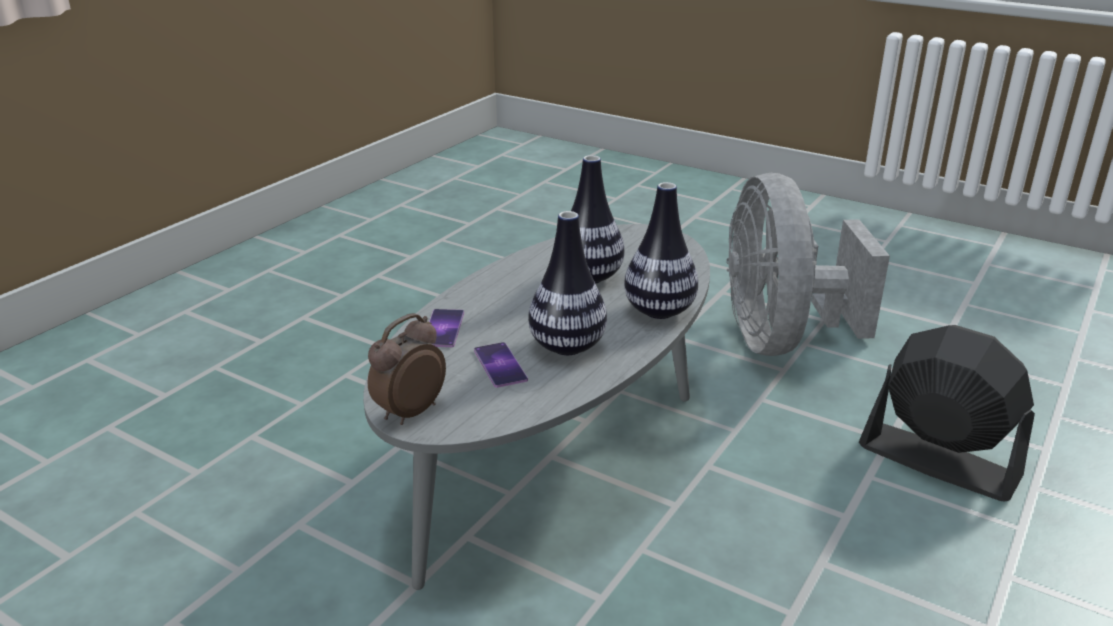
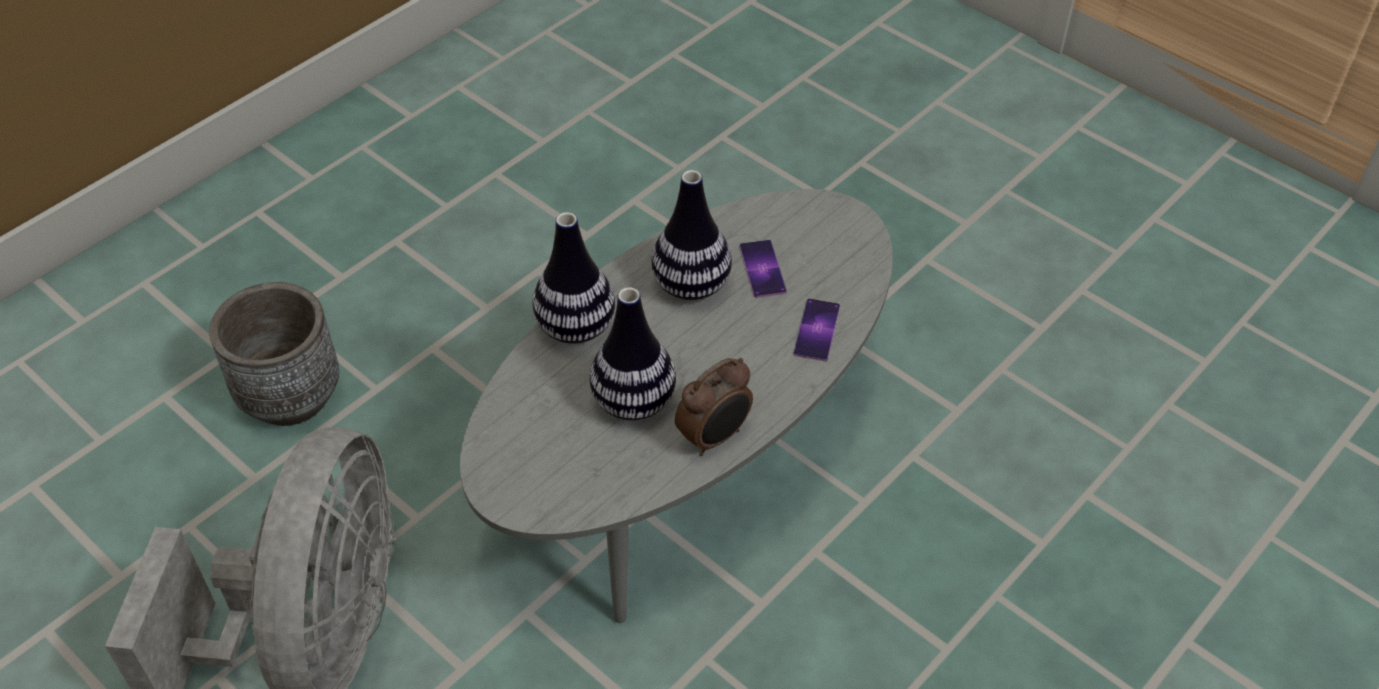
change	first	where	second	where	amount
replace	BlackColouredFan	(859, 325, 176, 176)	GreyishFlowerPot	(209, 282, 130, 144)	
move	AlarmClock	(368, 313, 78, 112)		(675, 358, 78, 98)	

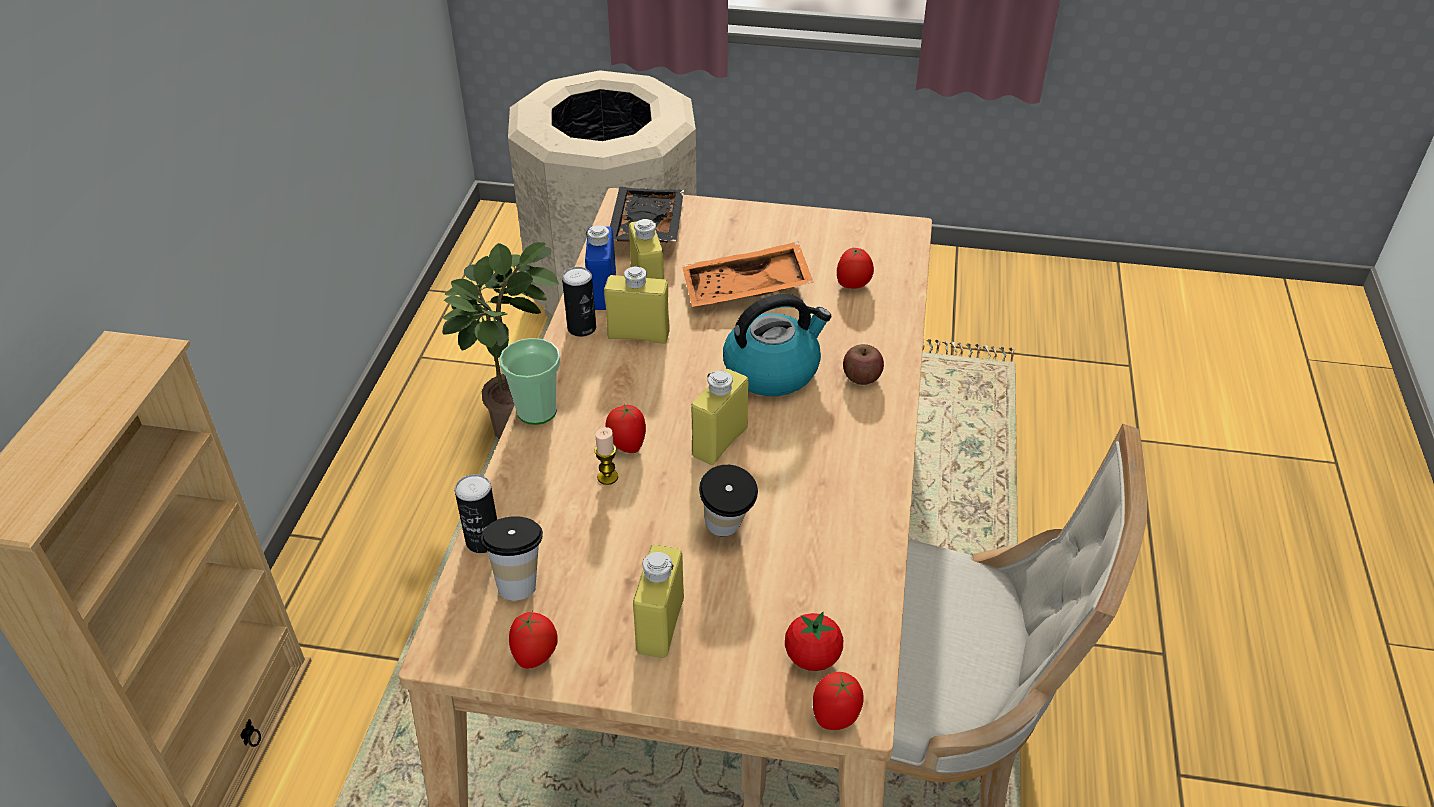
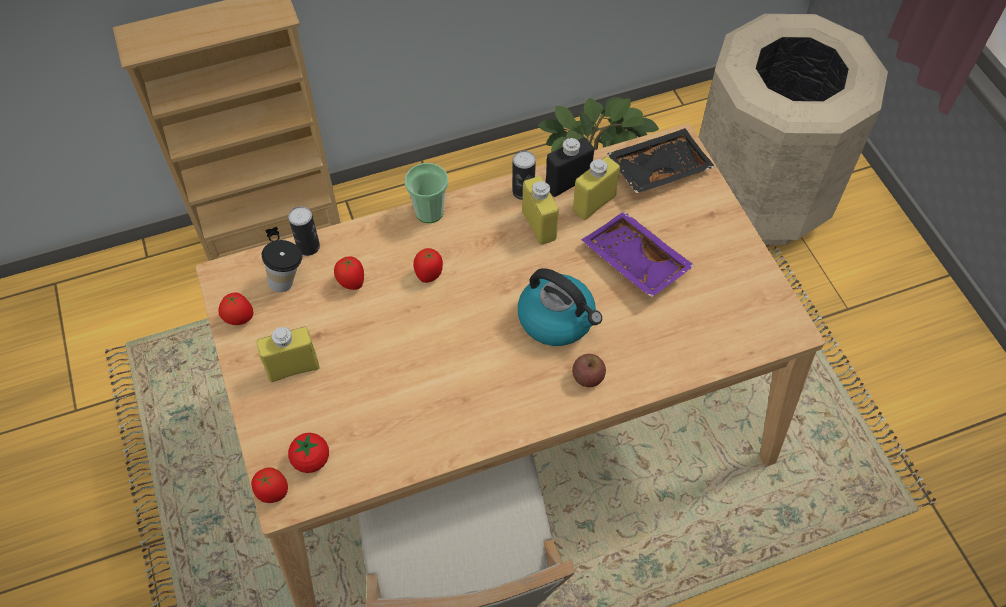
change	first	where	second	where	amount
move	Tomato	(837, 247, 37, 41)		(334, 256, 30, 34)	
recolor	BlueColouredDrinkBottle	(585, 225, 31, 85)	BlackColouredDrinkBottle	(546, 137, 48, 60)	
recolor	OrangeyCarryingTray	(682, 242, 132, 65)	PurpleColouredCarryingTray	(581, 211, 114, 87)	
delete	Candle	(595, 427, 23, 58)			
delete	YellowColouredDrinkBottle	(691, 369, 58, 96)			
delete	Cup	(699, 465, 59, 71)			

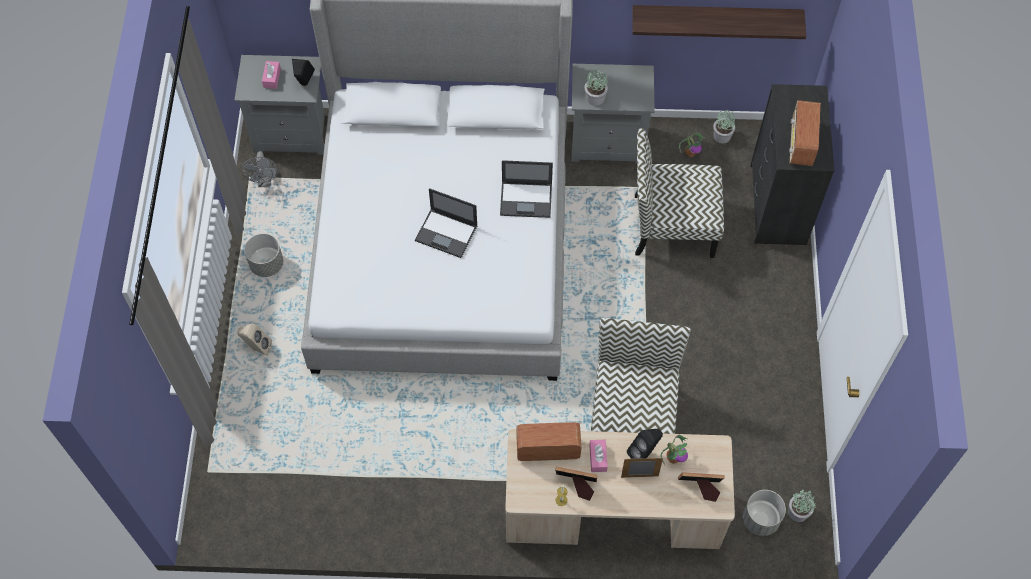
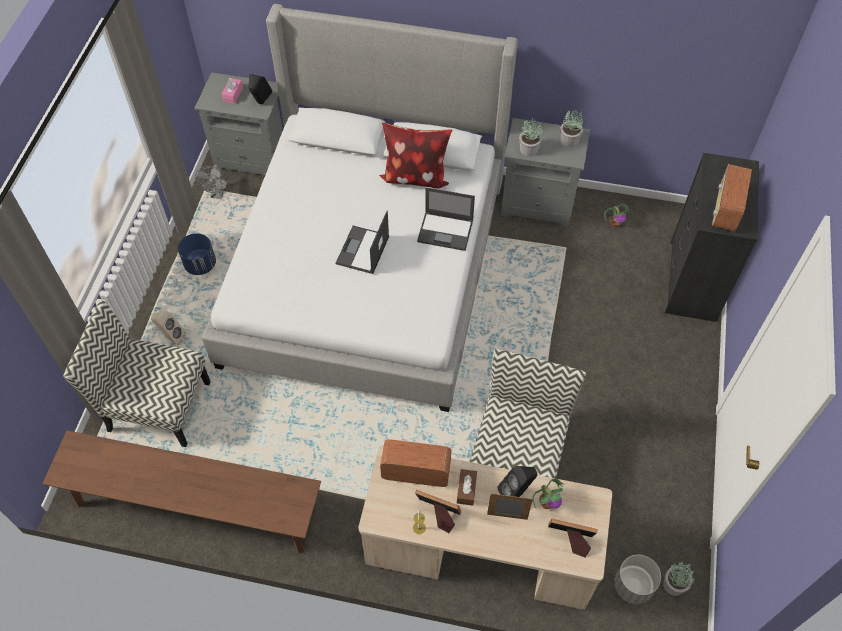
change	first	where	second	where	amount
insert			BrownColouredBench	(42, 430, 279, 123)	
move	PlainChair	(635, 128, 89, 130)		(63, 300, 148, 147)	
recolor	GreyishFlowerPot	(244, 233, 39, 44)	BlueColouredFlowerPot	(178, 233, 38, 42)	
rotate	Laptop	(415, 188, 63, 70)		(336, 211, 53, 63)	75 degrees clockwise
insert			Pillow	(379, 123, 73, 65)	
recolor	PinkishTissueBox	(589, 440, 19, 32)	BrownColouredTissueBox	(457, 469, 20, 37)	
move	PlantInAPot	(713, 110, 22, 33)		(561, 110, 22, 37)	
delete	Shelf	(632, 5, 174, 34)			

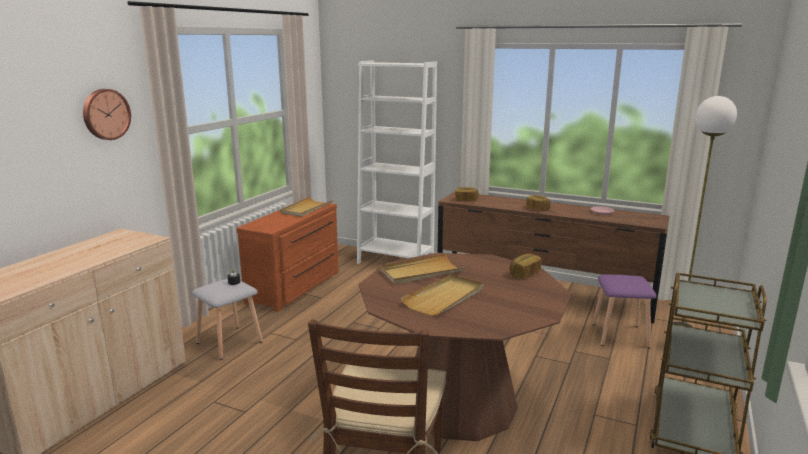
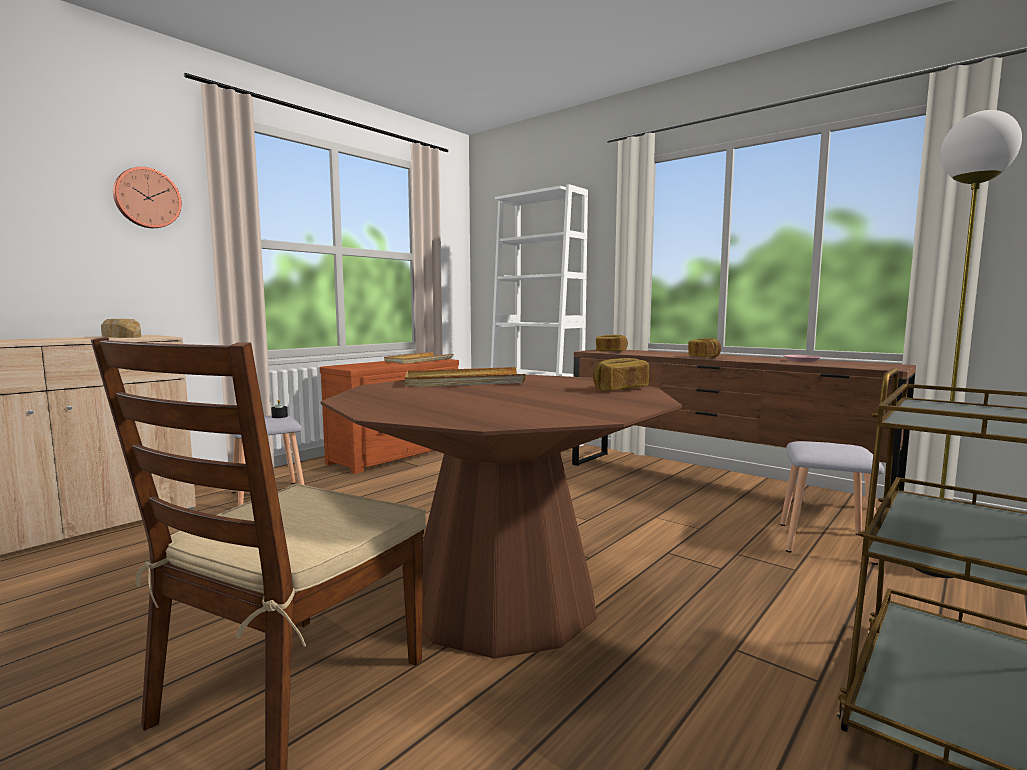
change	first	where	second	where	amount
insert			BakeryBread	(101, 319, 40, 19)	
recolor	PurpleColouredStoolSeat	(592, 275, 65, 74)	GreyishStoolSeat	(780, 441, 104, 124)	
delete	SandColouredCarryingTray	(401, 274, 82, 42)			

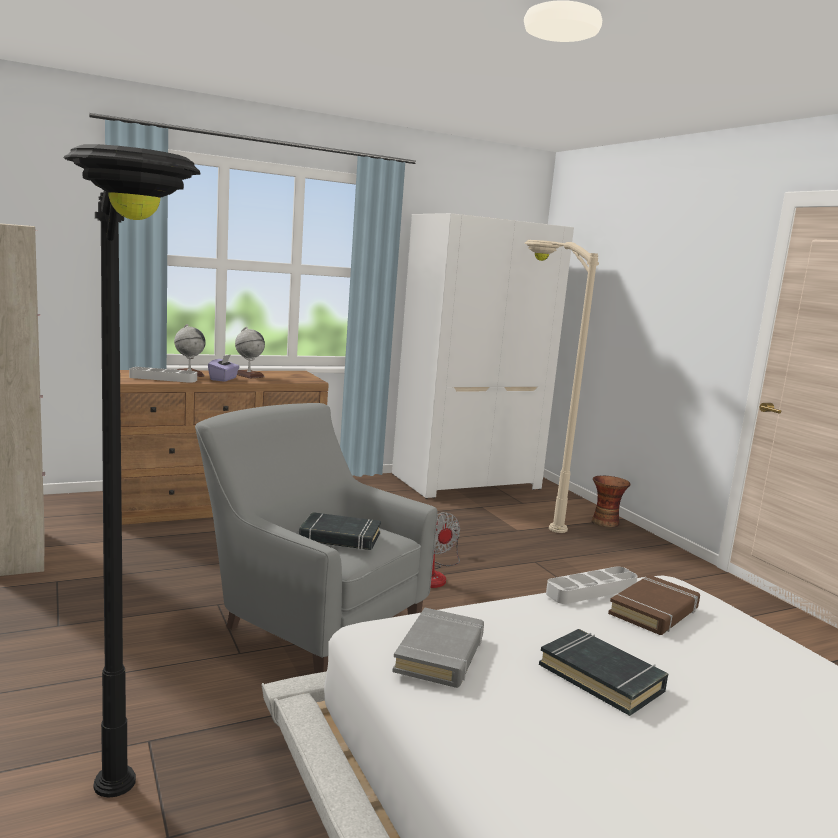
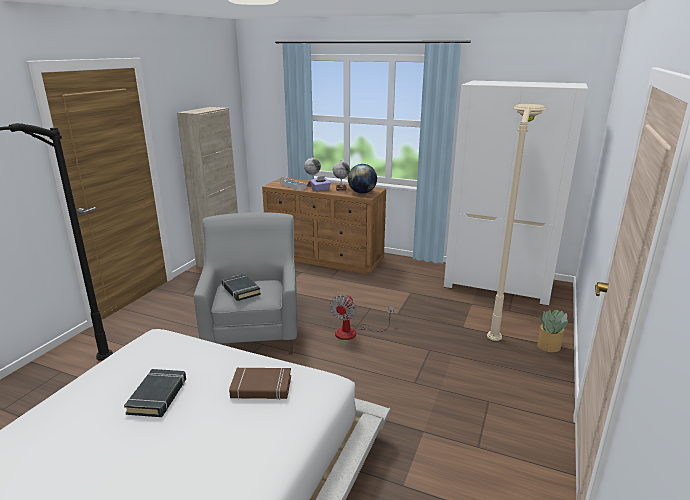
change	first	where	second	where	amount
insert			Globe	(348, 164, 29, 30)	
replace	DecorativeVase	(592, 476, 39, 52)	PlantInAPot	(537, 309, 31, 43)	
delete	GreyishBook	(392, 608, 92, 80)			
delete	GreyishCarryingTray	(546, 566, 92, 38)			

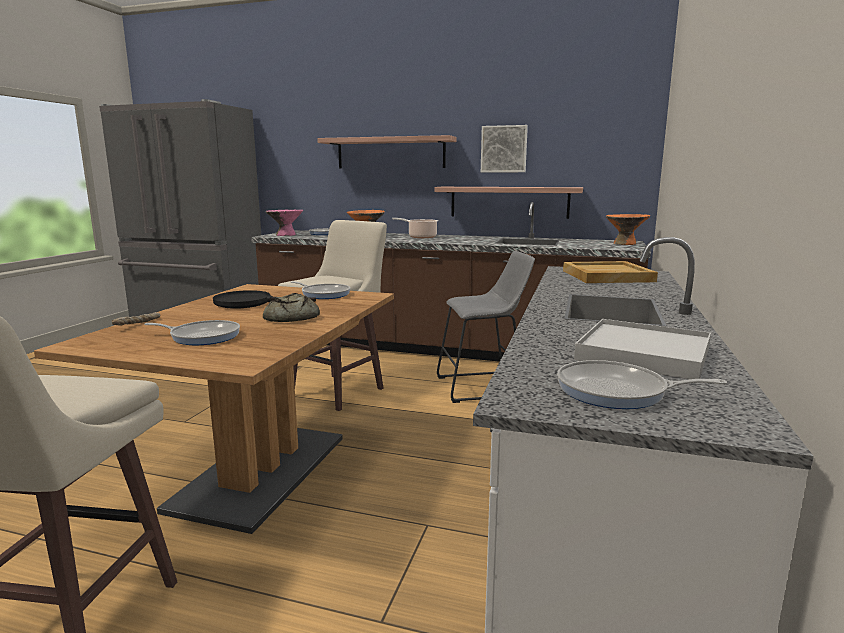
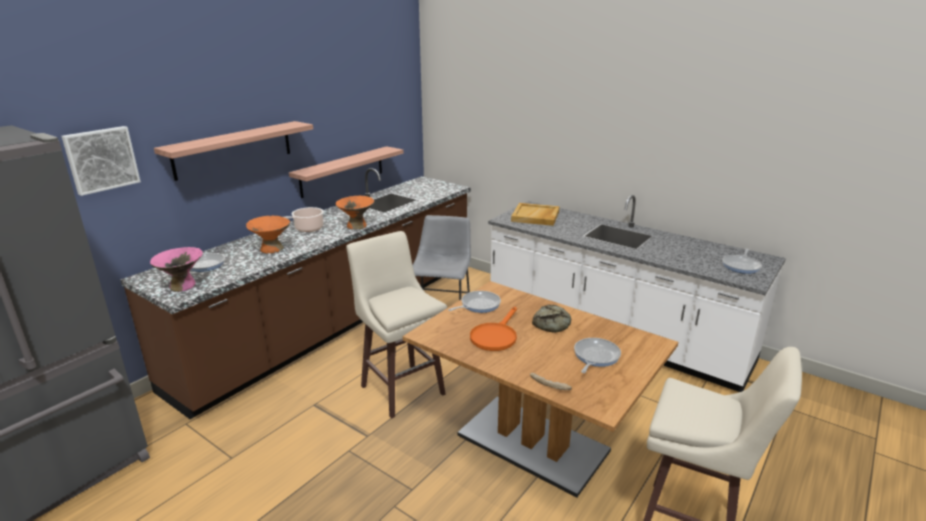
change	first	where	second	where	amount
move	WallPicture	(481, 125, 47, 47)		(61, 126, 80, 70)	
move	OrangeyServingBowl	(606, 214, 44, 31)		(336, 196, 38, 34)	
recolor	BlackColouredPan	(213, 290, 103, 19)	OrangeyPan	(470, 307, 47, 44)	
delete	WhiteCarryingTray	(574, 319, 137, 60)			

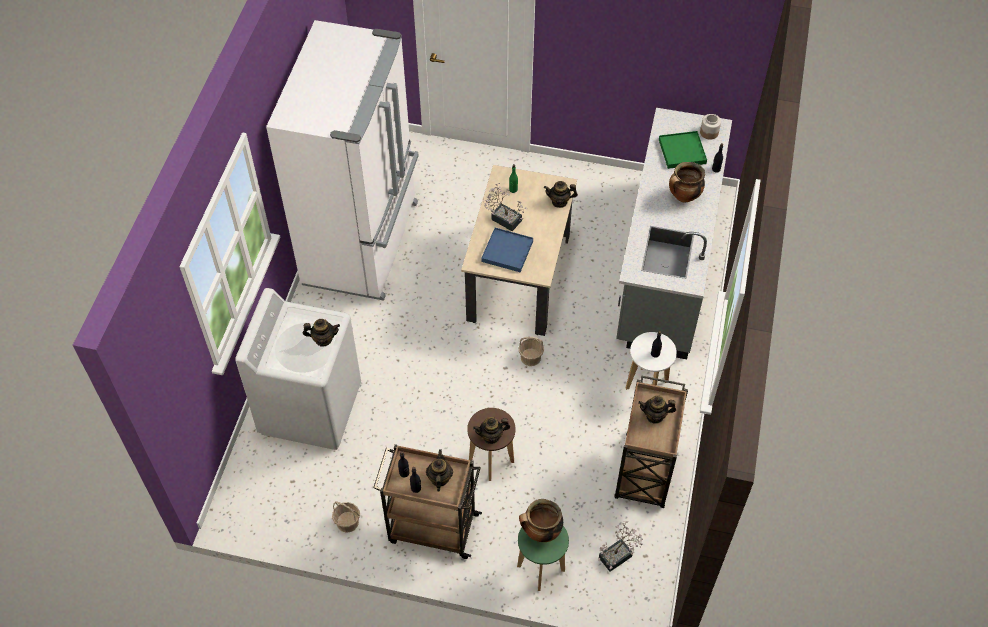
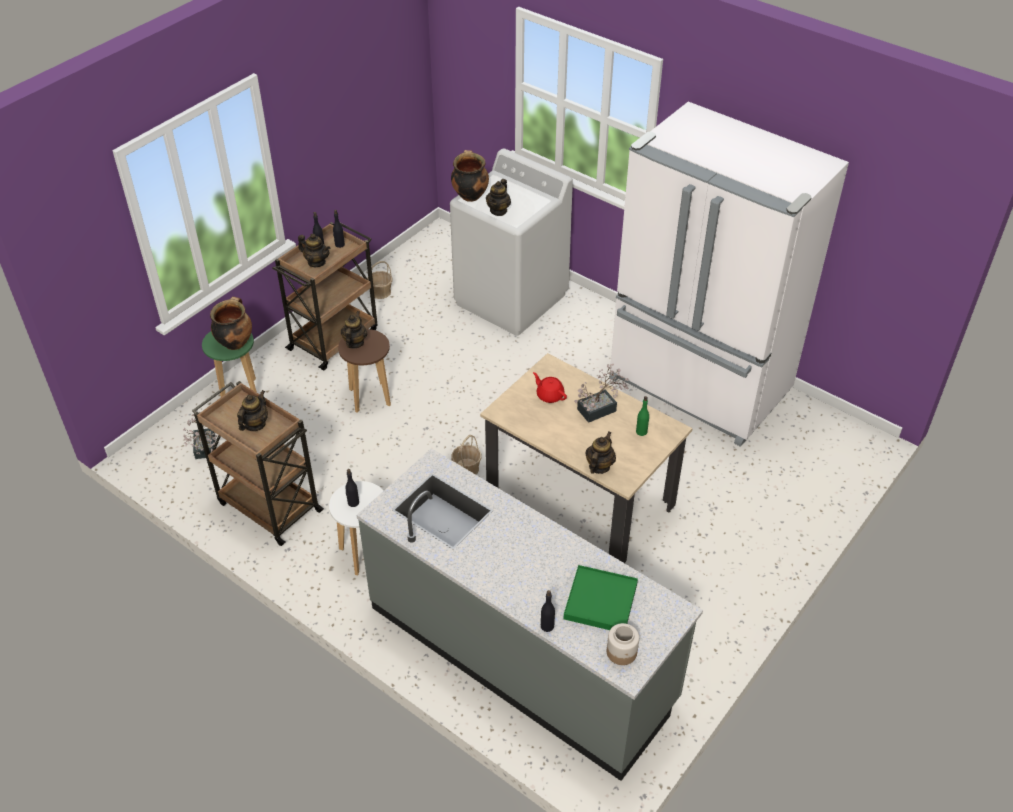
change	first	where	second	where	amount
move	CookingPot	(669, 162, 36, 40)		(451, 150, 38, 52)	
replace	BlueColouredCarryingTray	(481, 228, 52, 44)	RedTeapot	(533, 372, 34, 31)	

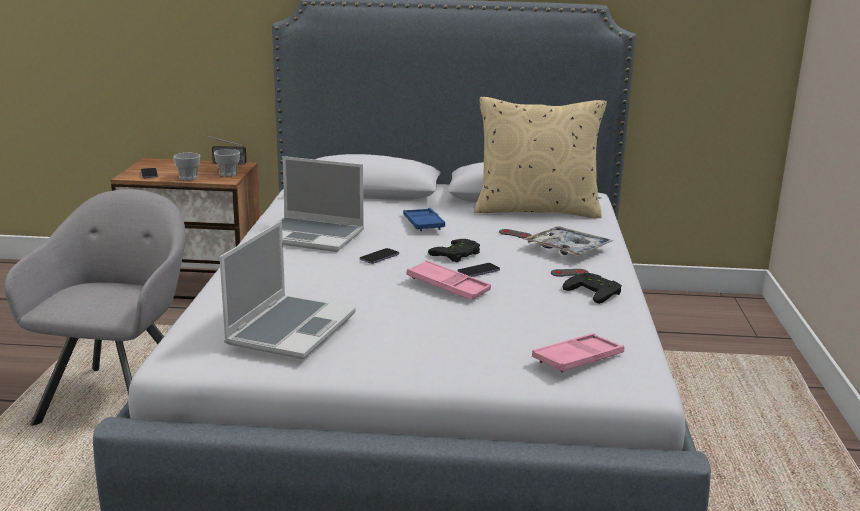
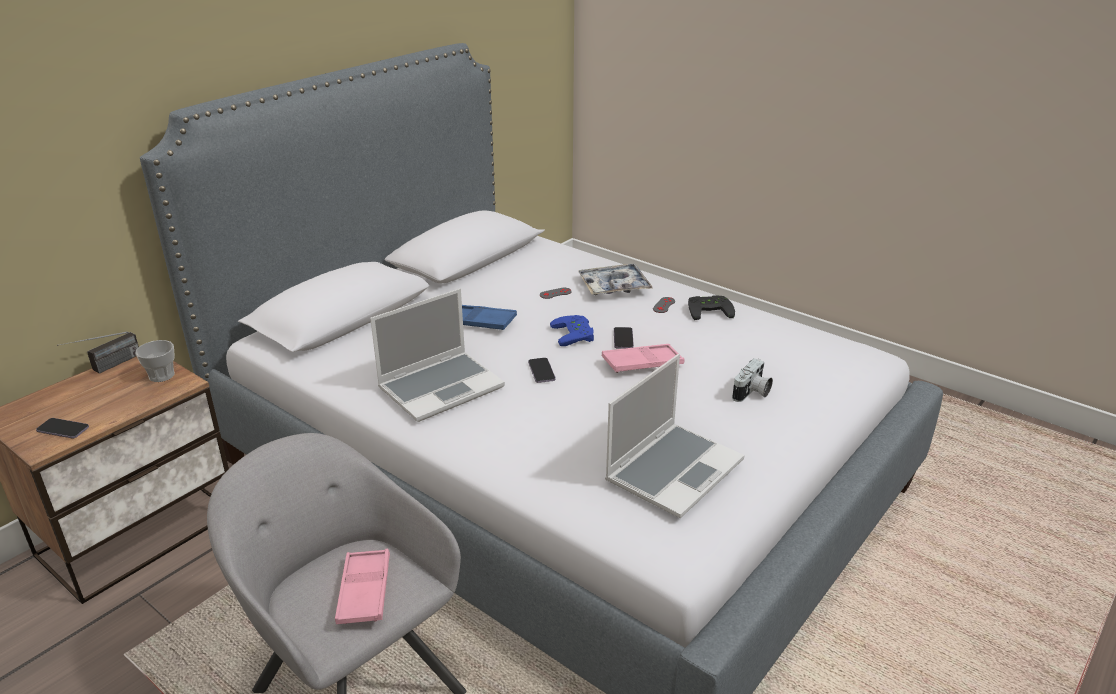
change	first	where	second	where	amount
move	PinkishCarryingTray	(532, 333, 92, 40)		(335, 549, 55, 75)	
recolor	BlackColouredGamepad	(428, 239, 52, 23)	BlueColouredGamepad	(550, 315, 44, 31)	
rotate	Laptop	(219, 221, 137, 138)		(605, 354, 139, 164)	75 degrees clockwise
insert			PhotoCamera	(732, 358, 41, 44)	
delete	Cup	(173, 153, 27, 28)			
delete	SandColouredPillow	(474, 97, 133, 121)			

